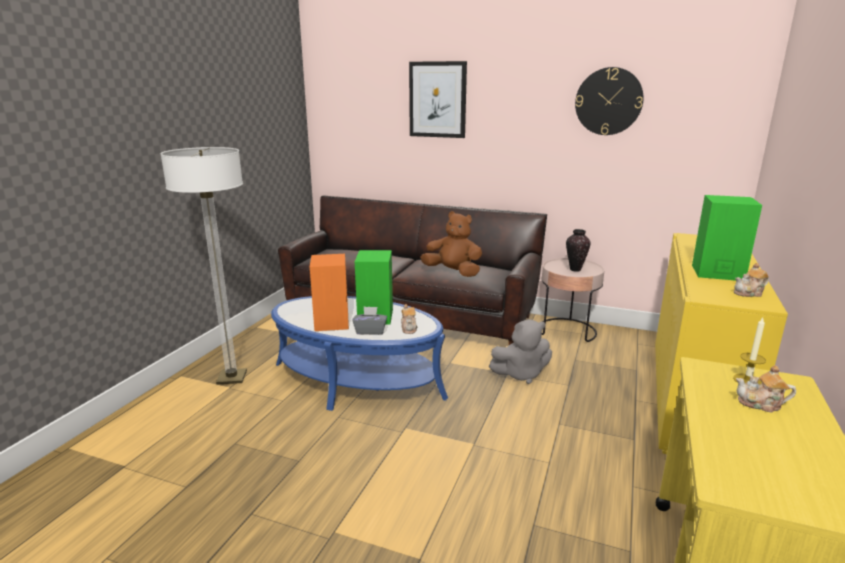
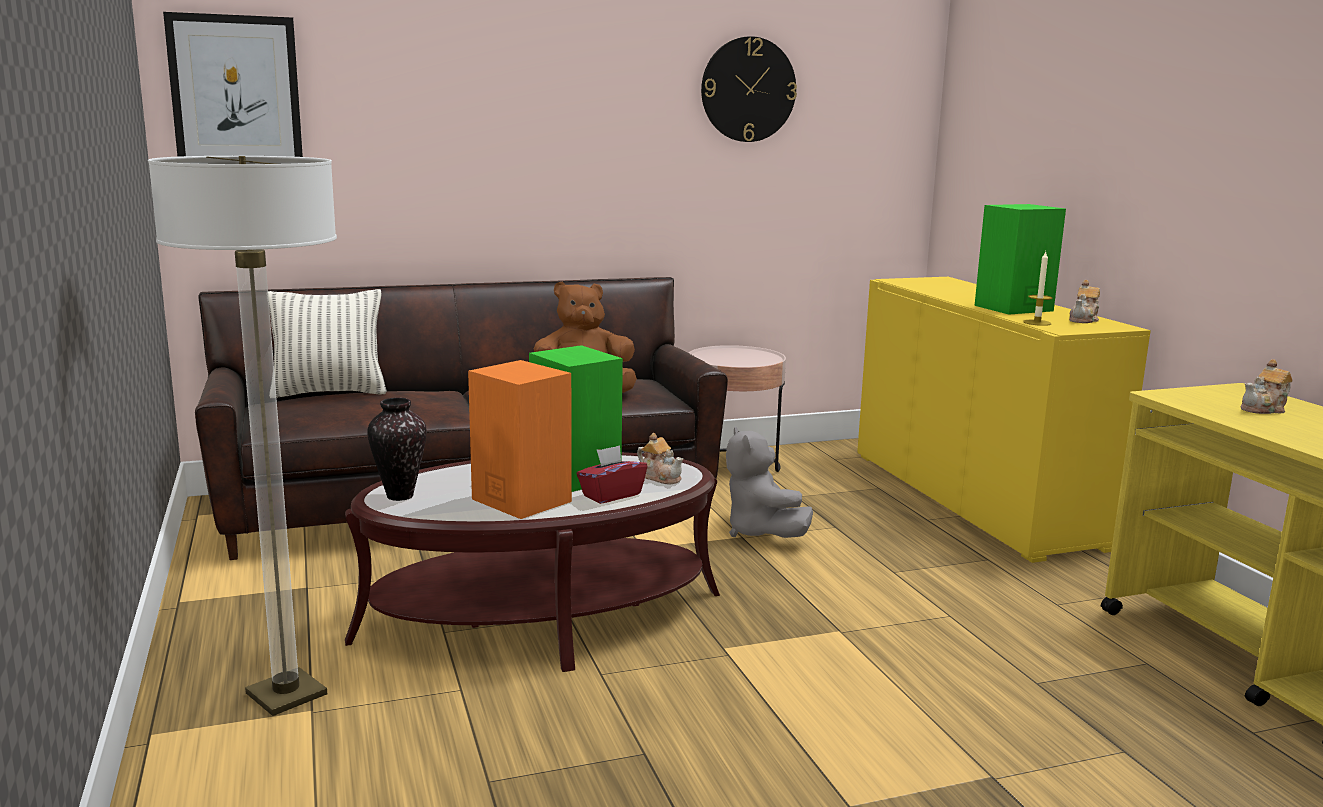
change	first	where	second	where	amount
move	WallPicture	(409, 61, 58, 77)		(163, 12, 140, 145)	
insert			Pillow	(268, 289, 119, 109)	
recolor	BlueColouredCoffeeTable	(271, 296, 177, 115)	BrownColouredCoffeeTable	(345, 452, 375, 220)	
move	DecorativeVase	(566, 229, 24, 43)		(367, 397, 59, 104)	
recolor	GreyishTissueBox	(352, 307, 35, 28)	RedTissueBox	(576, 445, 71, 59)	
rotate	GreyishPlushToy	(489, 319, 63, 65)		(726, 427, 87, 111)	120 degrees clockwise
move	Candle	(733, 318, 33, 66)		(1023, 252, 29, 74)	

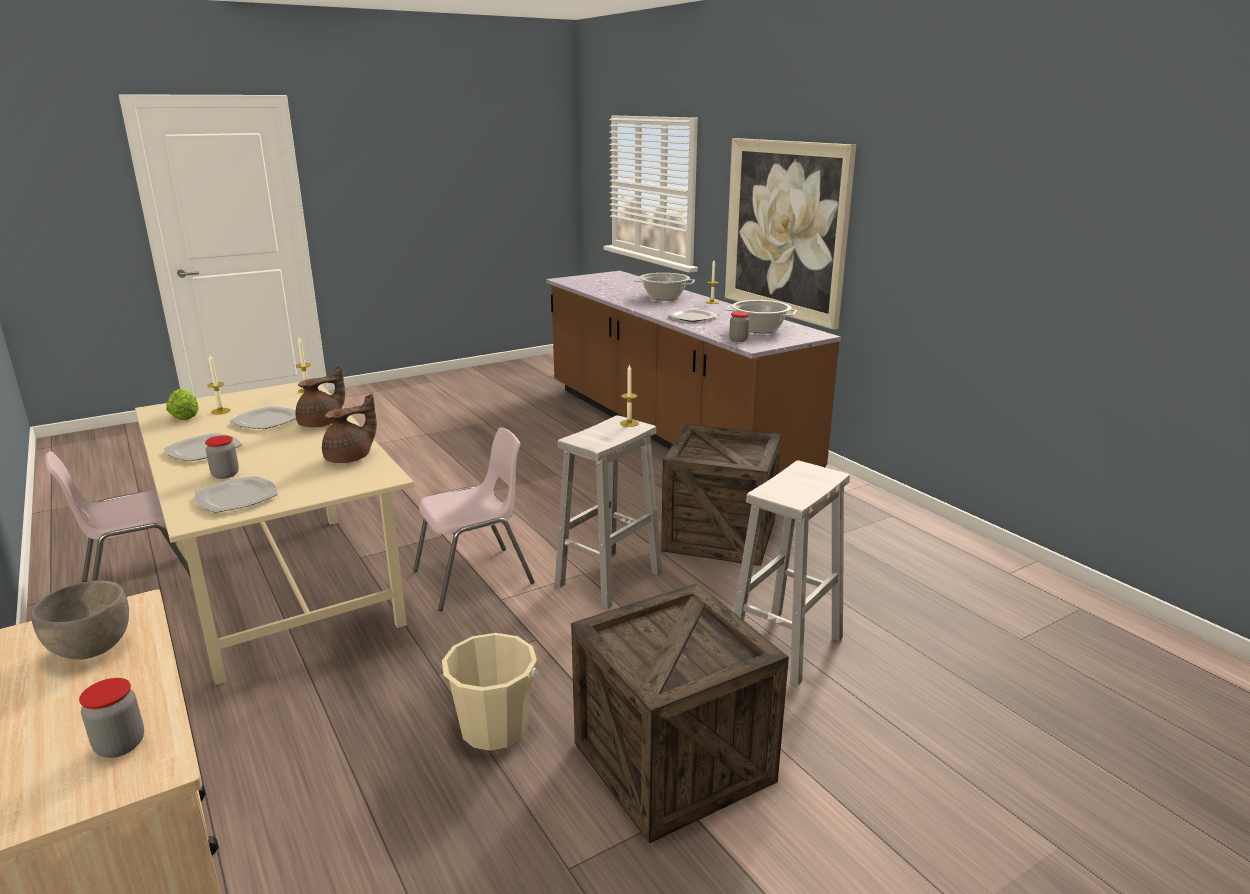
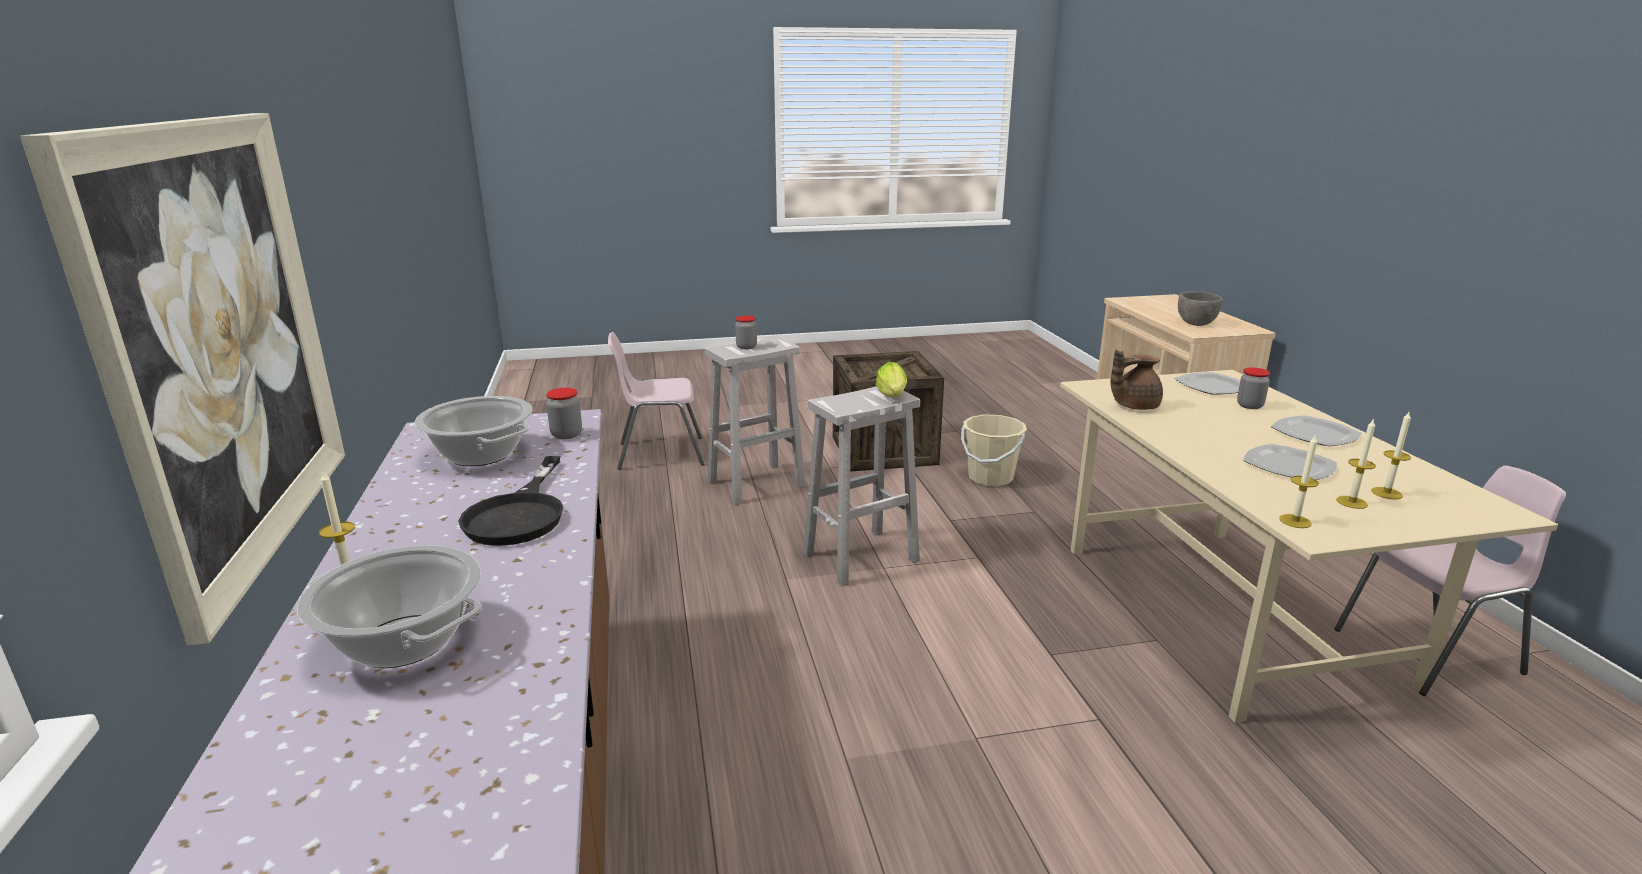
change	first	where	second	where	amount
replace	Plate	(667, 309, 51, 13)	BlackColouredPan	(458, 456, 105, 90)	
move	PinkishPlainChair	(414, 427, 121, 184)		(608, 332, 96, 138)	
move	StorageJar	(79, 678, 65, 80)		(735, 315, 22, 34)	
move	LettuceHead	(166, 389, 33, 31)		(876, 362, 31, 35)	
move	Candle	(620, 364, 19, 63)		(1336, 418, 40, 91)	
delete	BrownColouredTeapot	(295, 365, 50, 63)			
delete	Crate	(661, 424, 120, 142)			

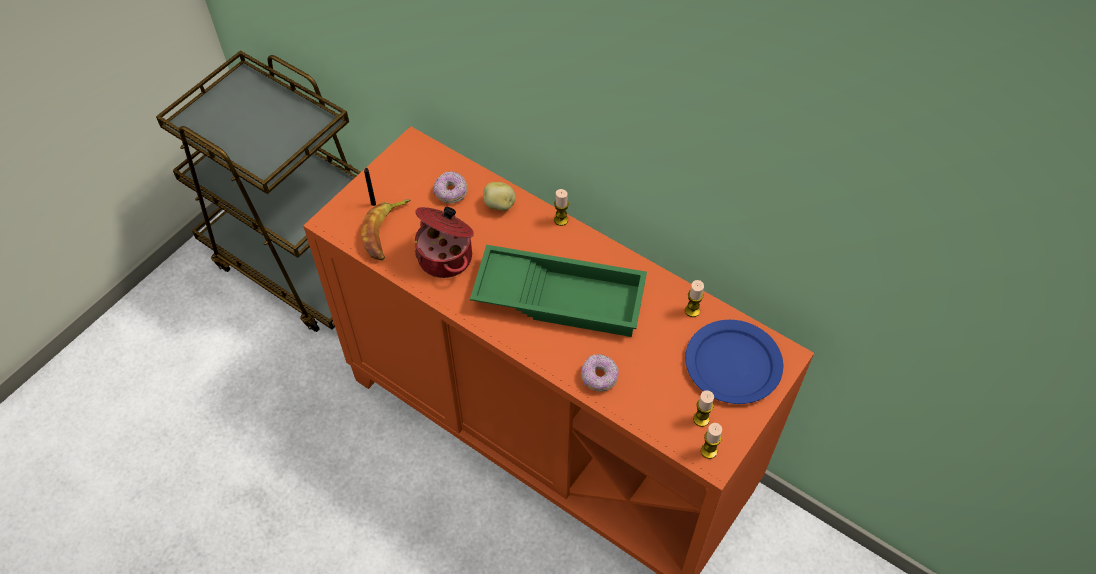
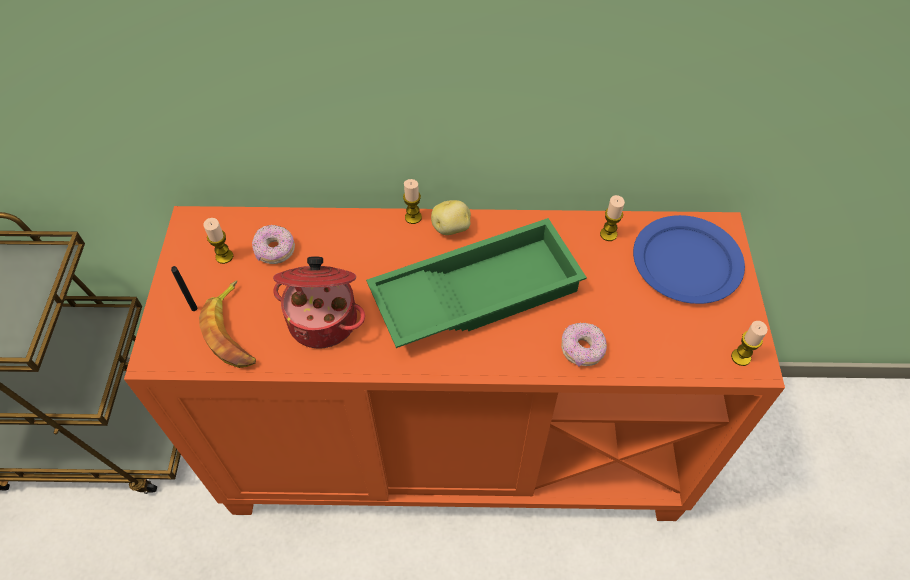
change	first	where	second	where	amount
move	Candle	(693, 390, 21, 37)		(203, 218, 30, 46)	
move	WholePotato	(483, 182, 33, 29)		(431, 200, 40, 35)	

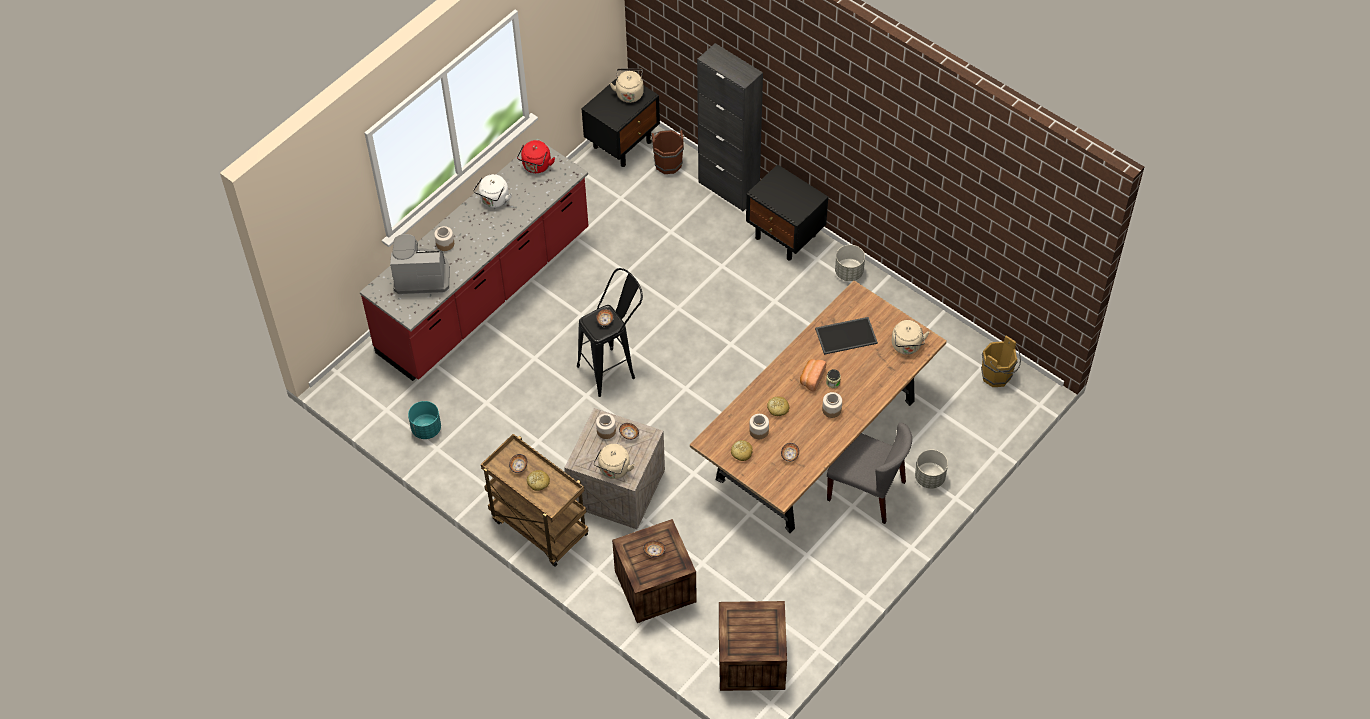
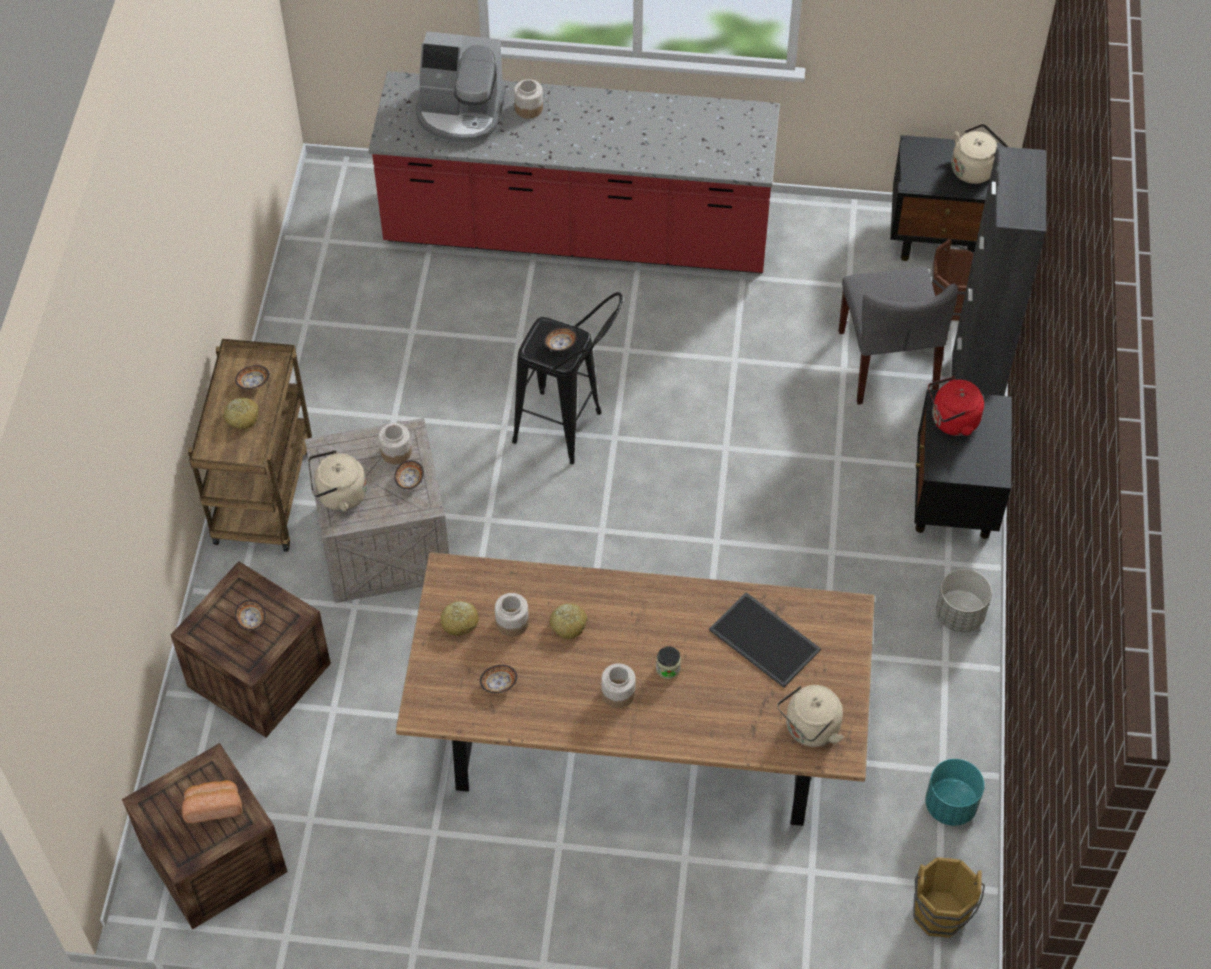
change	first	where	second	where	amount
move	BakeryBread	(800, 359, 26, 33)		(182, 780, 61, 43)	
rotate	CoffeeBrewer	(390, 234, 60, 60)		(416, 31, 90, 112)	135 degrees clockwise
move	GreyishPlainChair	(827, 423, 85, 101)		(838, 267, 120, 138)	
move	TurquoiseFlowerPot	(408, 401, 33, 38)		(925, 759, 59, 67)	
move	RedWaterKettle	(517, 140, 38, 33)		(928, 376, 56, 60)	
delete	WhiteWaterKettle	(473, 174, 39, 34)			
delete	GreyishFlowerPot	(915, 450, 33, 39)			

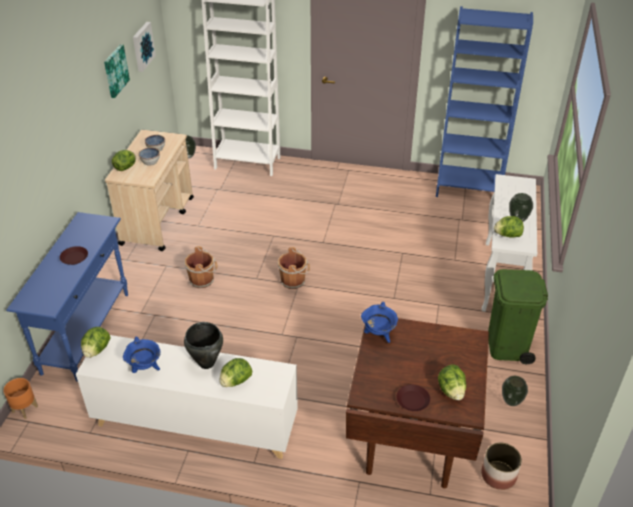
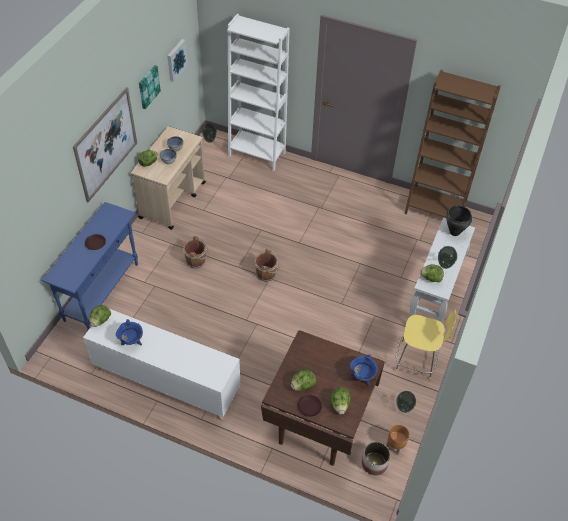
change	first	where	second	where	amount
insert			WallPicture	(73, 87, 64, 115)	
move	LettuceHead	(219, 358, 33, 29)		(291, 369, 25, 21)	
move	BlueColouredCookingPot	(361, 302, 37, 41)		(350, 354, 28, 32)	
move	OrangeyFlowerPot	(3, 378, 35, 41)		(386, 424, 23, 31)	
replace	GreenColouredRubbishBin	(488, 269, 60, 95)	YellowColouredStoolSeat	(395, 309, 61, 71)	
recolor	BlueColouredBookcase	(436, 6, 97, 191)	BrownColouredBookcase	(405, 70, 96, 148)	
move	BlackColouredCookingPot	(184, 322, 39, 47)		(446, 205, 26, 31)	

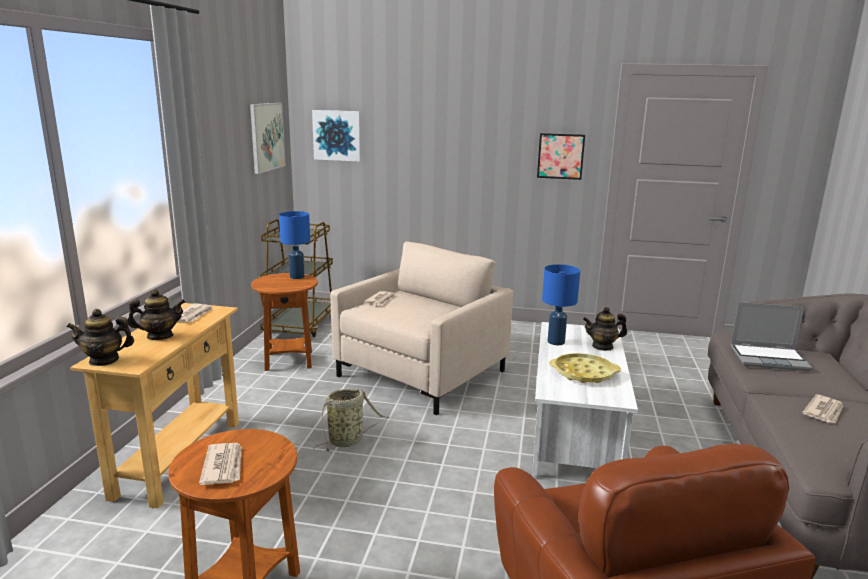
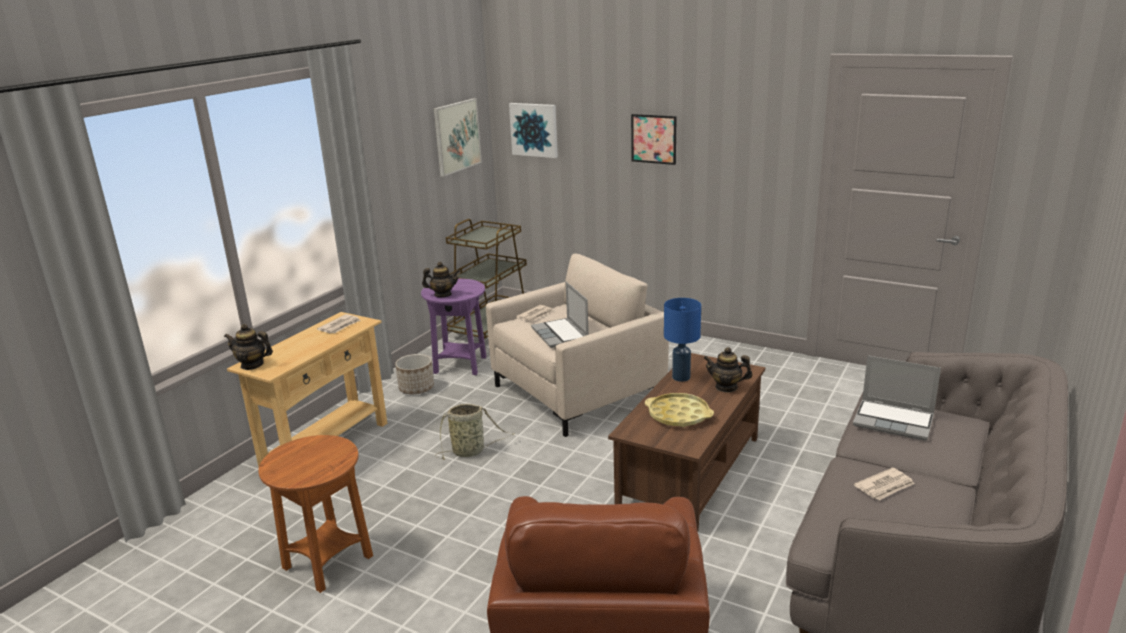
change	first	where	second	where	amount
insert			FlowerPot	(395, 354, 39, 40)	
recolor	BrownColouredAccentTable	(251, 273, 67, 98)	PurpleColouredAccentTable	(421, 279, 65, 96)	
move	Teapot	(127, 289, 58, 51)		(422, 262, 38, 35)	
insert			Laptop	(531, 282, 58, 66)	
recolor	WhiteCoffeeTable	(532, 322, 106, 157)	BrownColouredCoffeeTable	(608, 353, 157, 179)	
move	WallPicture	(537, 133, 48, 47)		(631, 114, 46, 51)	
delete	DailyPaper	(199, 443, 43, 42)			
delete	BlueColouredLampForATable	(279, 211, 31, 68)			

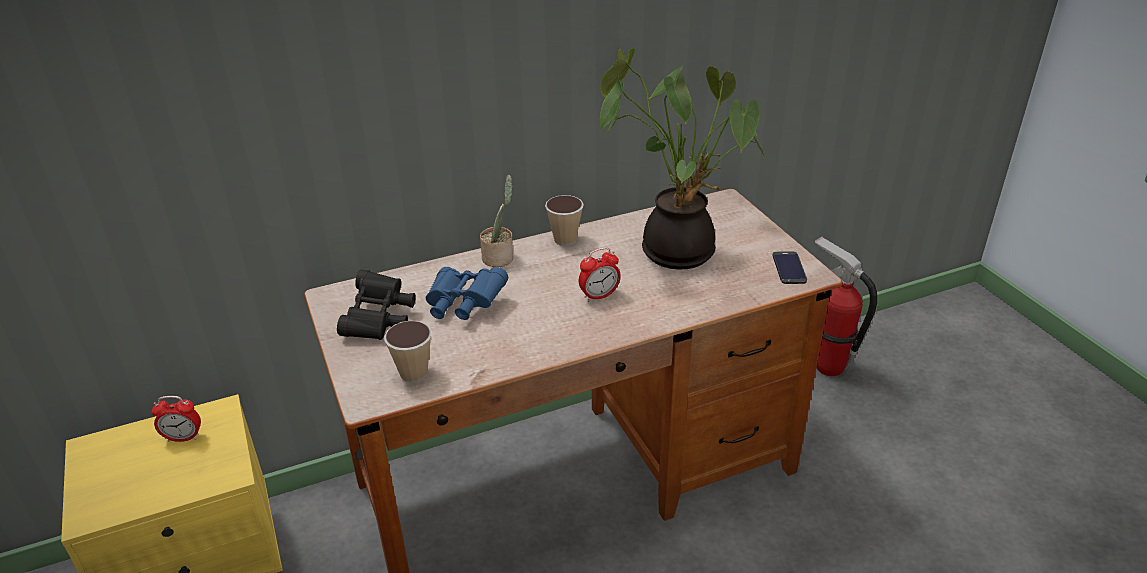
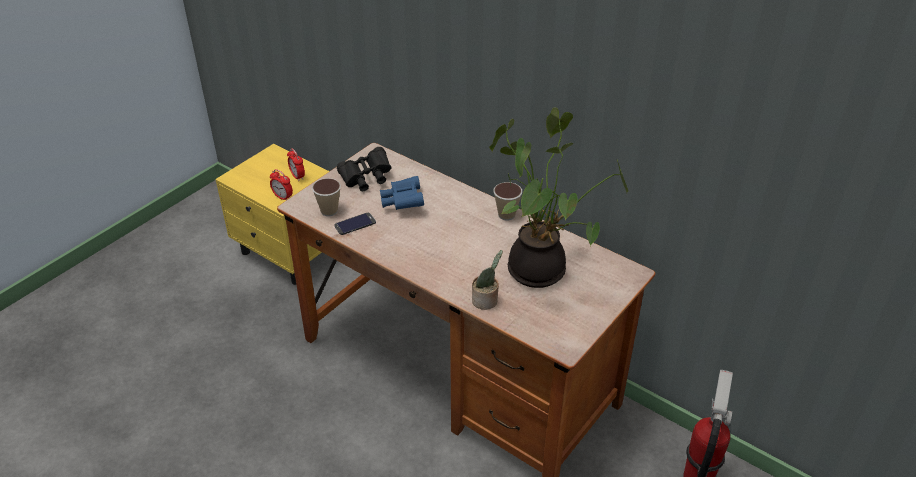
change	first	where	second	where	amount
move	AlarmClock	(579, 247, 42, 55)		(270, 169, 23, 31)	
move	Telephone	(773, 251, 34, 33)		(334, 213, 42, 22)	
move	PlantInAPot	(480, 175, 33, 92)		(472, 250, 31, 60)	

